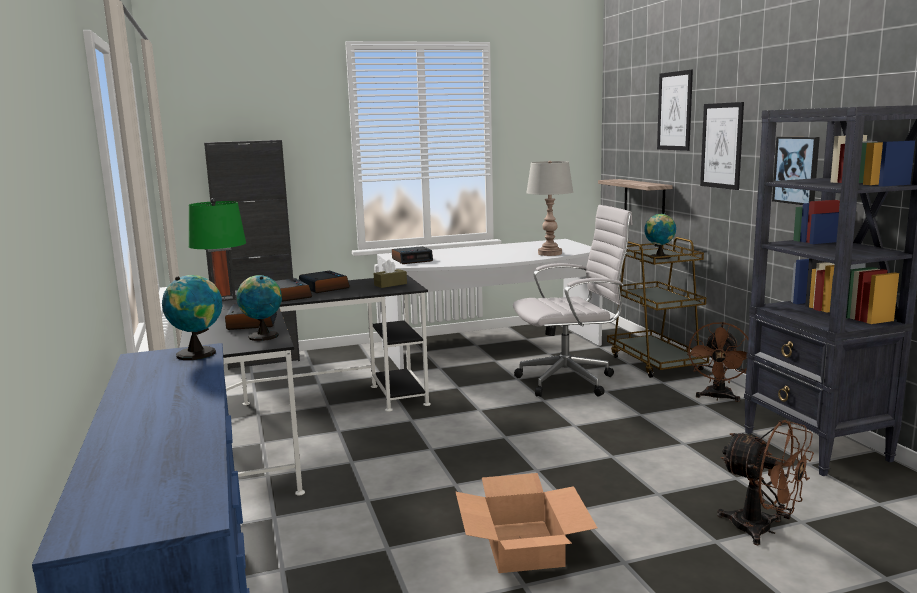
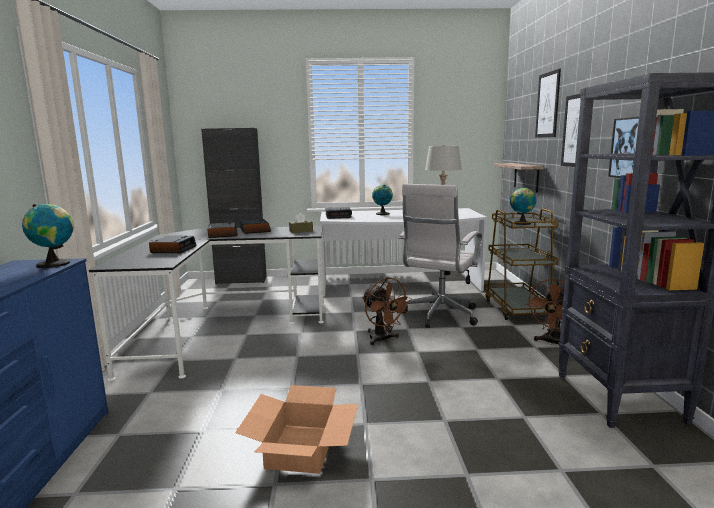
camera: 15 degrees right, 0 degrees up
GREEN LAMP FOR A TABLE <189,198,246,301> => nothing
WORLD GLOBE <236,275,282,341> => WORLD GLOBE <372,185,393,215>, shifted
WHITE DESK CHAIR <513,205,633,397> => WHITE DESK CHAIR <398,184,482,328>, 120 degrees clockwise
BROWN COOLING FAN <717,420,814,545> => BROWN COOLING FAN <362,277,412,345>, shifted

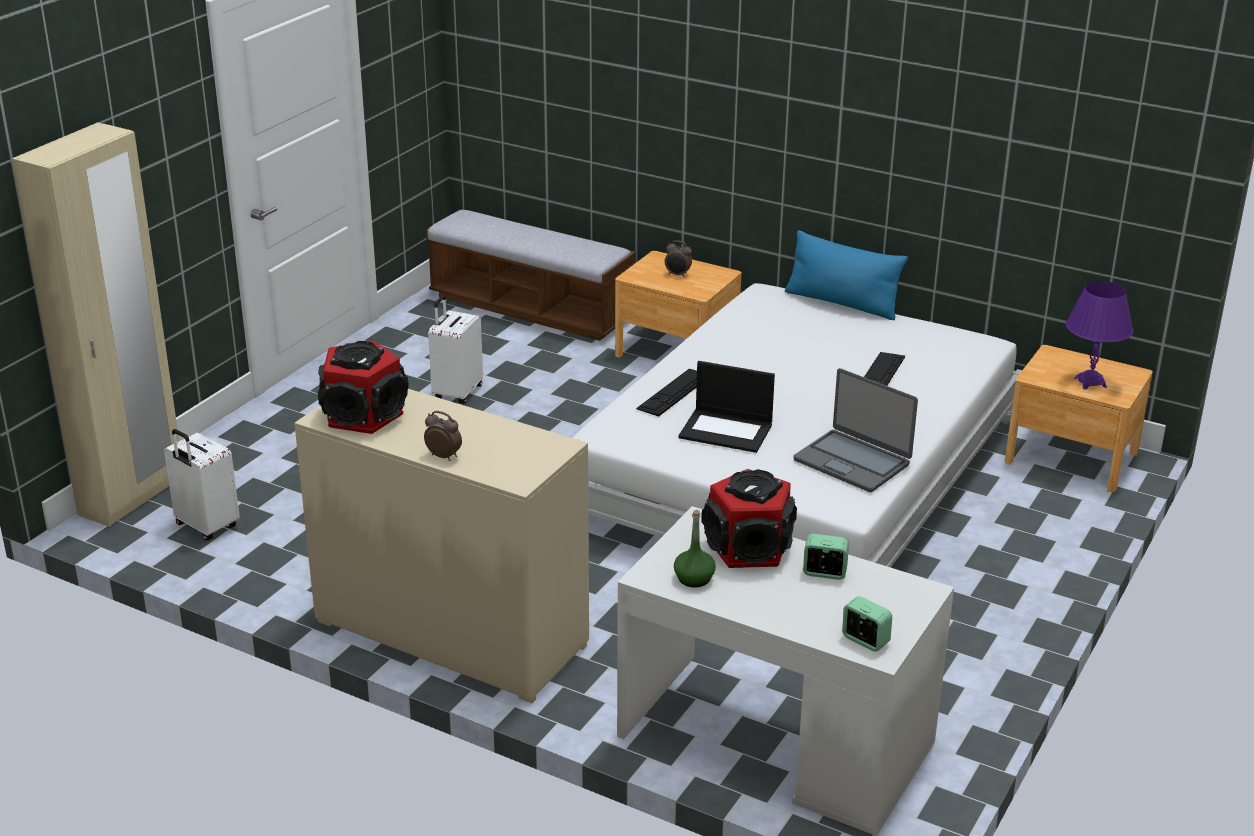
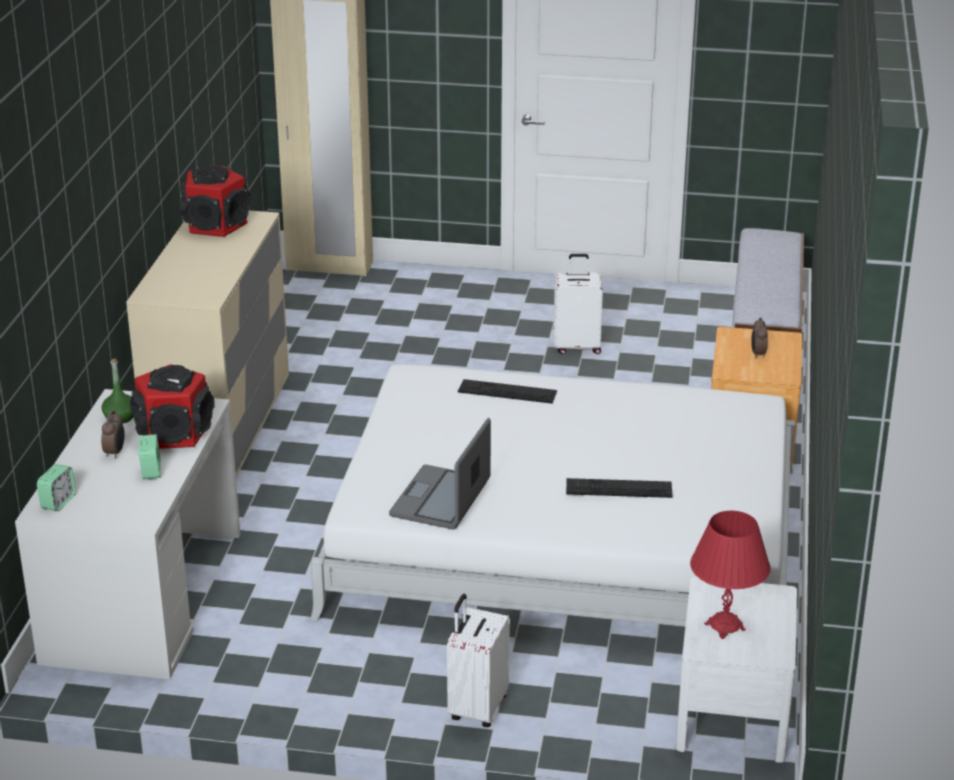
camera: 70 degrees right, 0 degrees up
WHITE PIECE OF LUGGAGE <164,429,240,540> => WHITE PIECE OF LUGGAGE <447,594,510,727>, shifted
TABLE CLOCK <424,411,462,461> => TABLE CLOCK <101,411,125,459>, shifted
NOTEBOOK COMPUTER <678,361,775,453> => nothing
BLUE-COLOURED THROW PILLOW <785,230,908,320> => nothing
BROWN BEDSIDE TABLE <1005,345,1153,492> => WHITE BEDSIDE TABLE <676,577,797,763>
PURPLE-COLOURED LAMP FOR A TABLE <1066,281,1133,390> => RED-COLOURED LAMP FOR A TABLE <690,511,770,639>

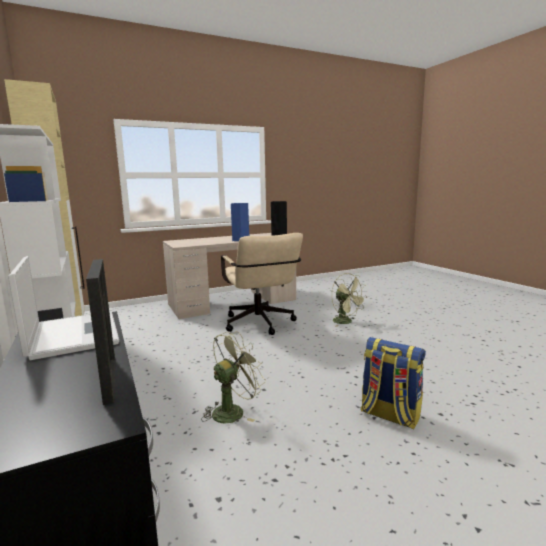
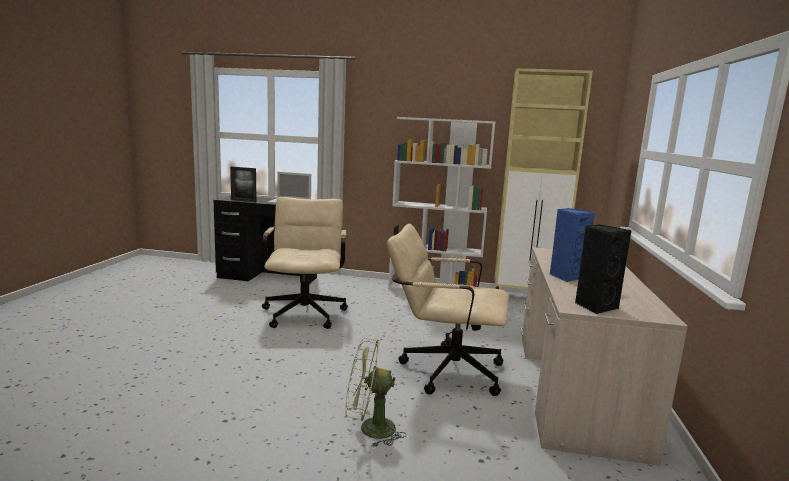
camera: 125 degrees right, 0 degrees up
GREEN COOLING FAN <201,331,266,423> => SAND-COLOURED DESK CHAIR <262,197,348,329>
KNAPSACK <361,337,426,429> => nothing

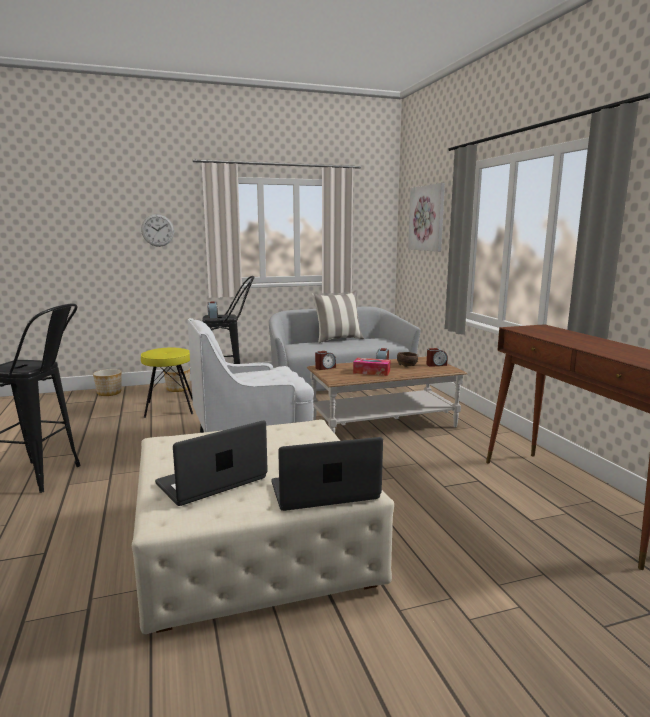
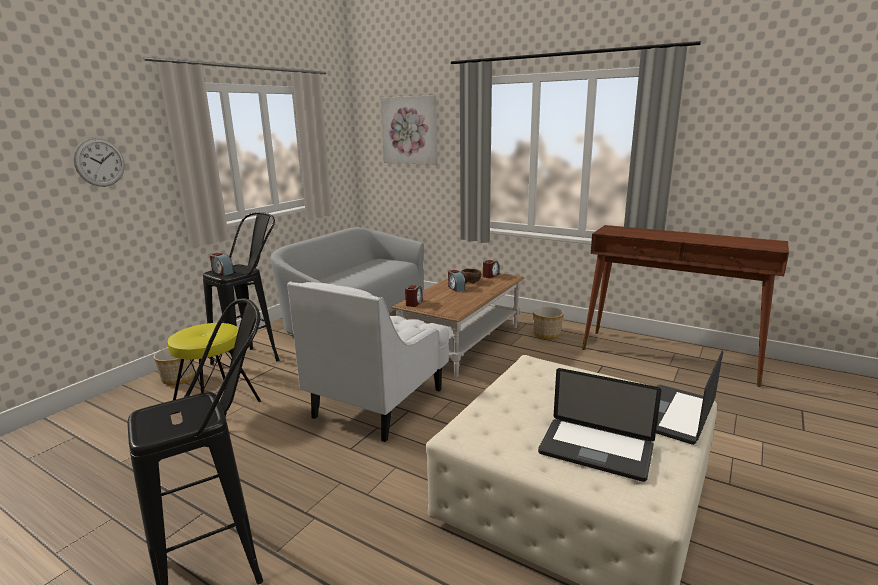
camera: 40 degrees left, 5 degrees up
PLANTER <93,369,122,396> => PLANTER <533,306,564,339>, shifted
NOTEBOOK COMPUTER <155,420,268,506> => NOTEBOOK COMPUTER <538,368,661,482>, 75 degrees counterclockwise
THROW PILLOW <312,291,364,343> => nothing
BOX OF TISSUES <353,358,390,376> => nothing

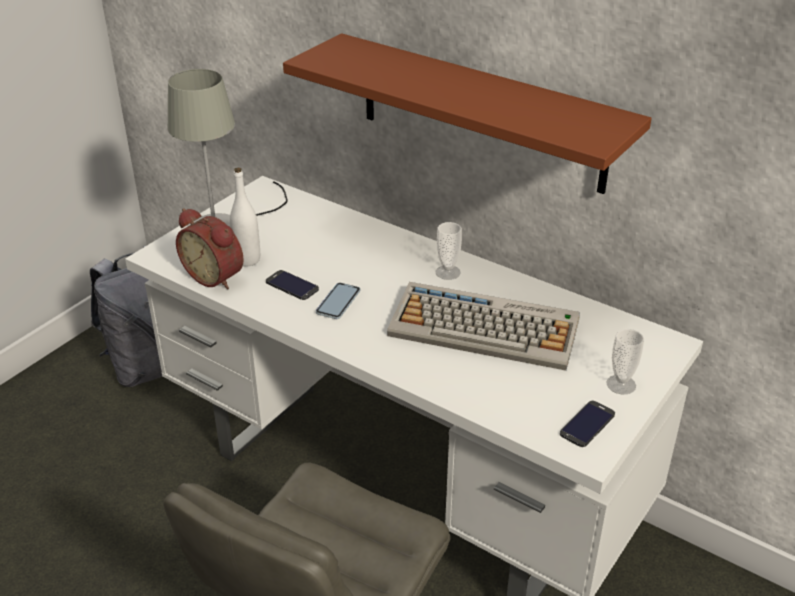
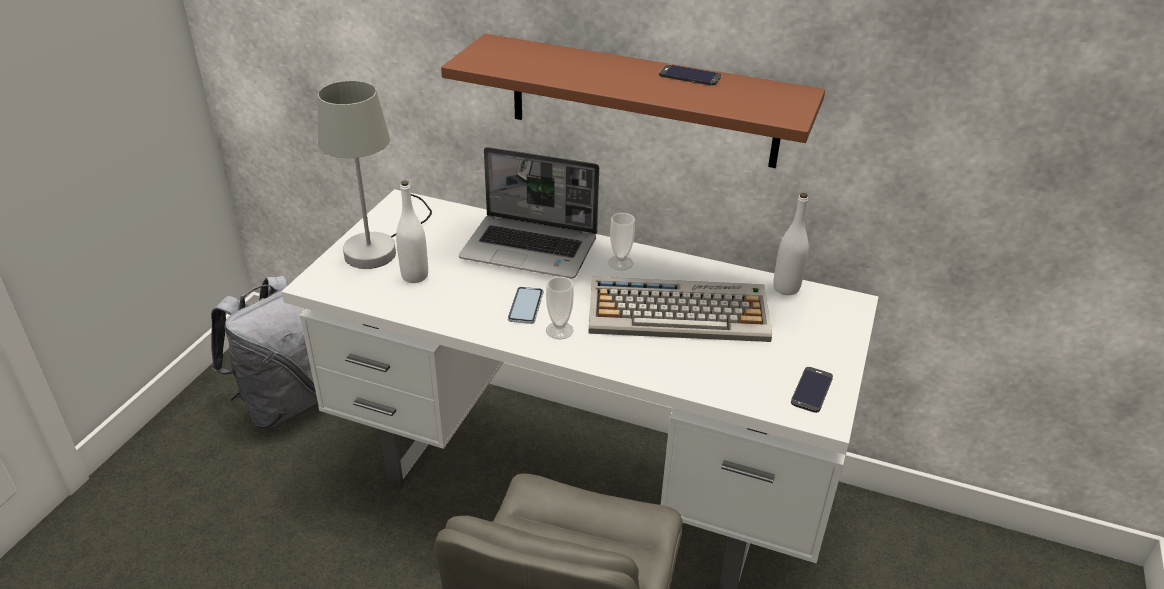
camera: 15 degrees left, 0 degrees up
TABLE CLOCK <176,208,243,290> => nothing
TELEPHONE <266,270,319,300> => TELEPHONE <659,65,721,86>, shifted
SMALL CUP <606,329,644,394> => SMALL CUP <546,276,574,339>, shifted
nothing => NOTEBOOK COMPUTER <459,147,599,279>
nothing => WHITE DRINK BOTTLE <773,193,809,295>

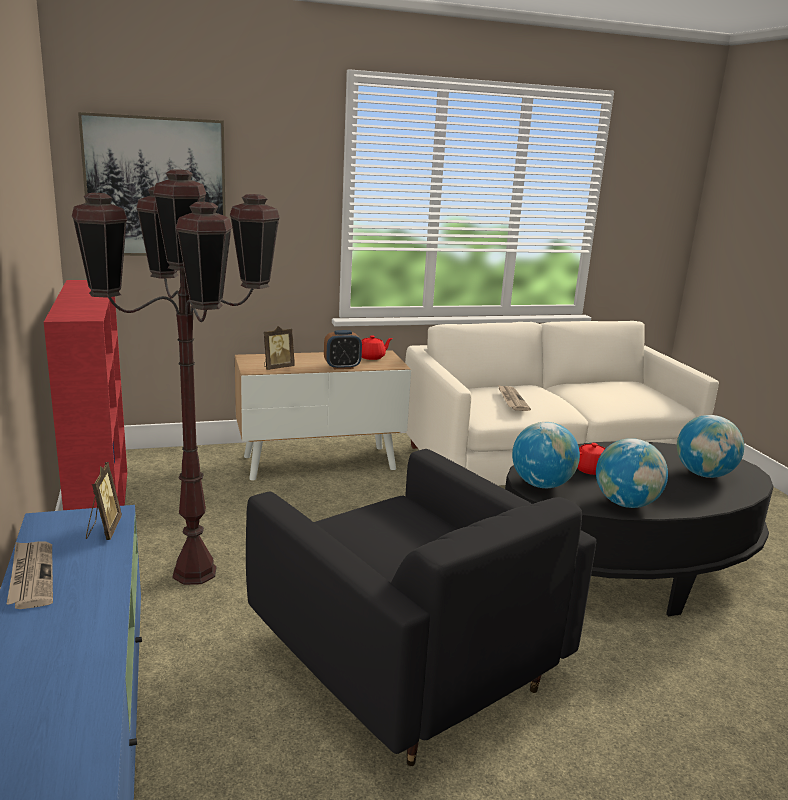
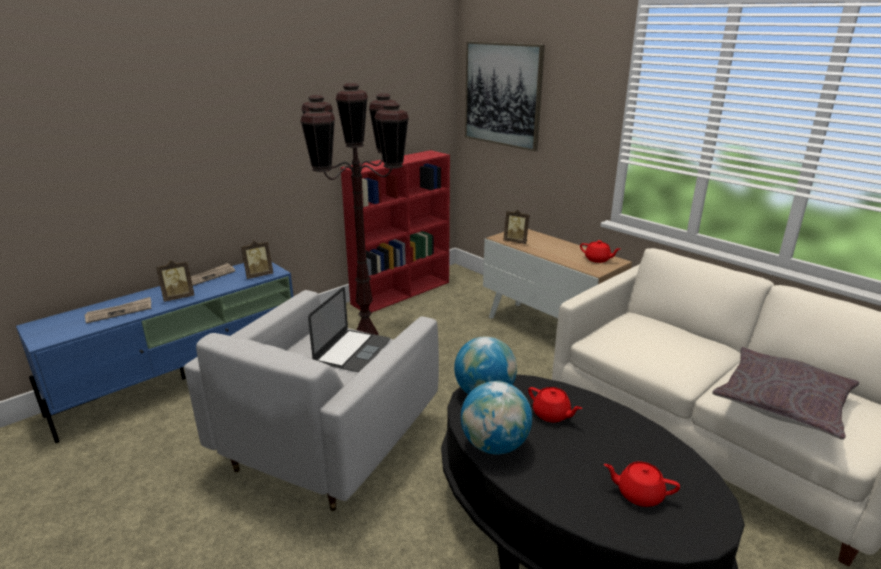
camera: 65 degrees right, 5 degrees up
BLACKISH EASY CHAIR <246,449,596,766> => WHITE EASY CHAIR <184,290,439,511>
TABLE CLOCK <324,330,362,369> => nothing
NEWSPAPER <498,385,531,411> => NEWSPAPER <84,297,152,323>, shifted
WORLD GLOBE <677,415,744,478> => RED-COLOURED TEAPOT <604,461,680,507>
nothing => STANDING FRAME <156,261,194,302>
nothing => NOTEBOOK COMPUTER <308,287,391,372>
nothing => GREY THROW PILLOW <712,347,859,440>

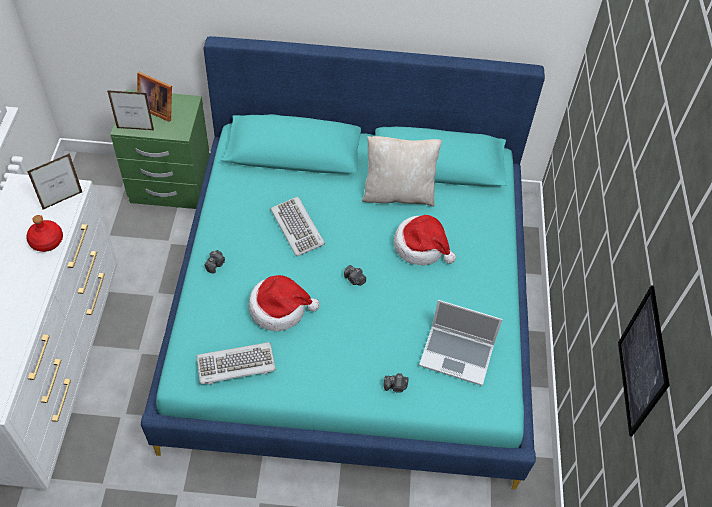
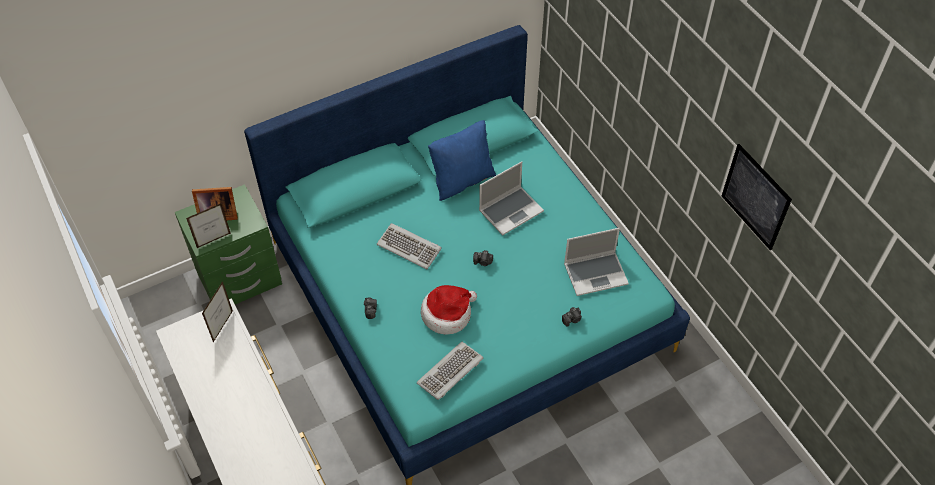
camera: 30 degrees left, 0 degrees up
RED-COLOURED DRINK BOTTLE <26,215,63,252> => nothing
SAND-COLOURED THROW PILLOW <362,136,442,207> => BLUE-COLOURED THROW PILLOW <428,120,496,201>
WEARABLE HAT <394,215,456,265> => NOTEBOOK COMPUTER <479,161,544,236>

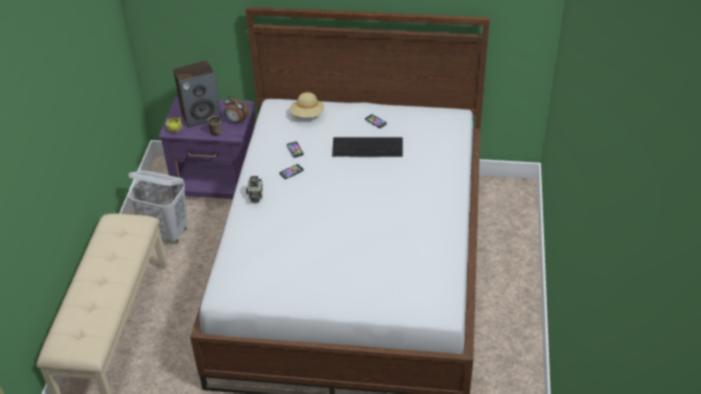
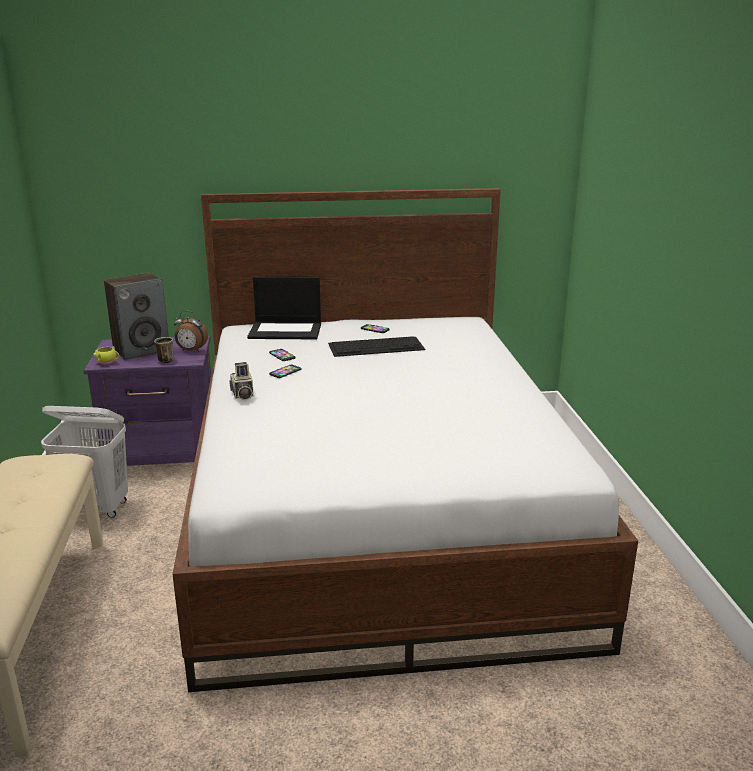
camera: 15 degrees left, 20 degrees down
SAND-COLOURED WEARABLE HAT <290,92,324,118> => NOTEBOOK COMPUTER <247,277,321,339>

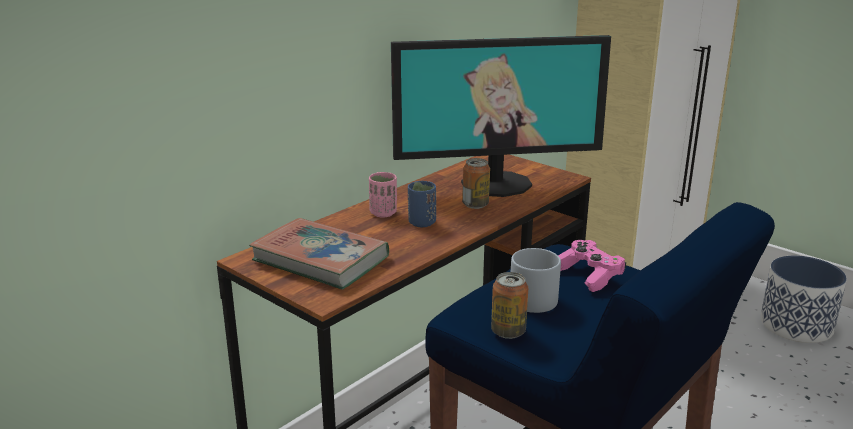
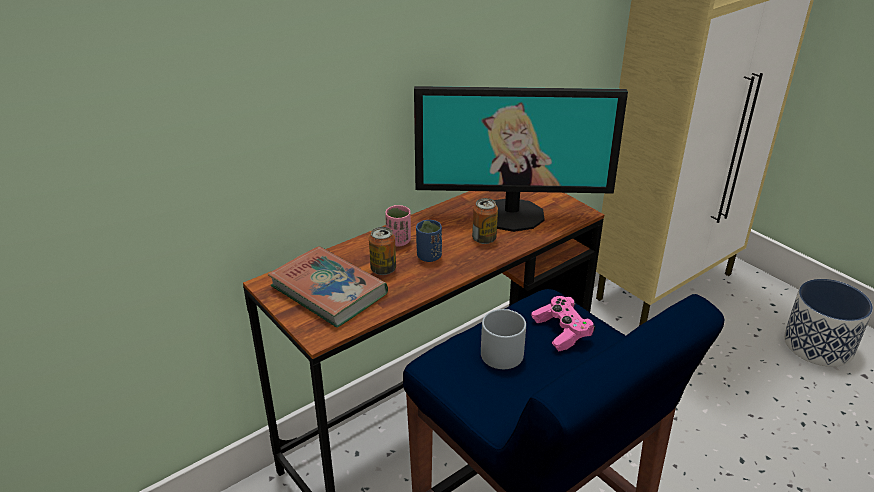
camera: 10 degrees right, 10 degrees up
SEALED CAN <491,272,528,339> => SEALED CAN <369,227,396,275>, shifted

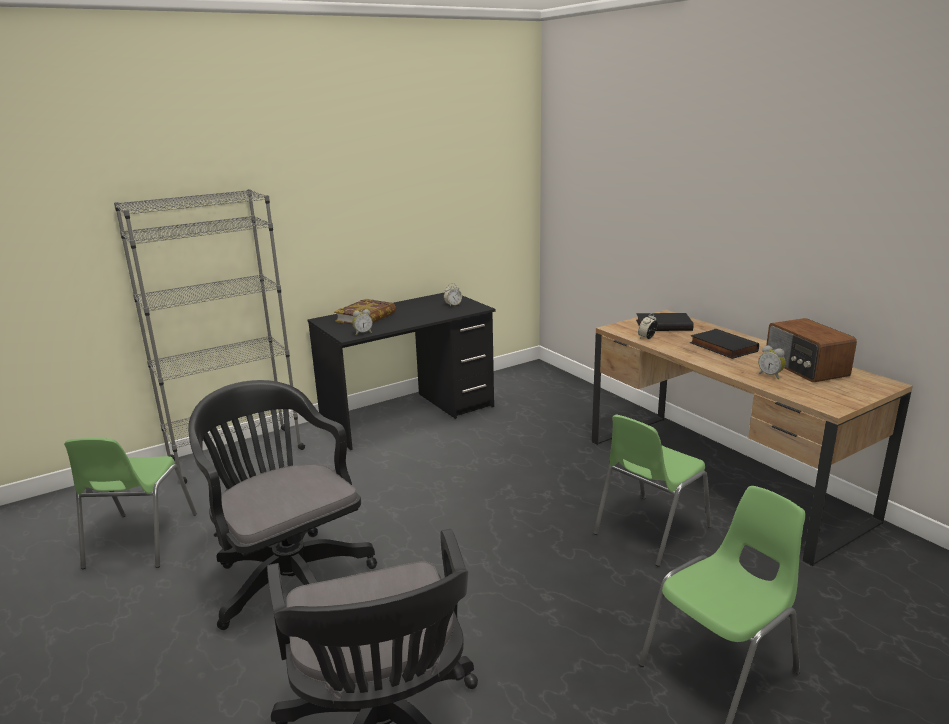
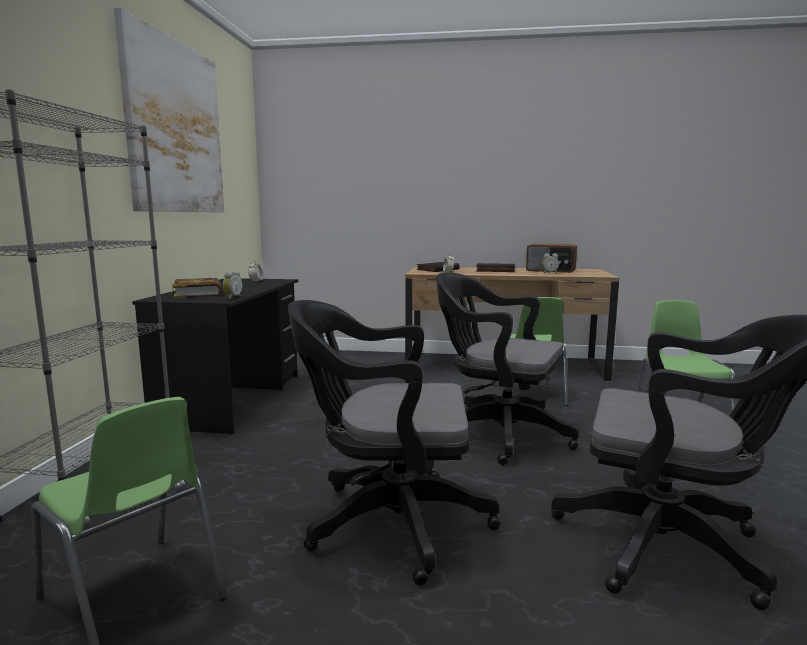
camera: 50 degrees left, 10 degrees down
nothing => WALL PICTURE <114,7,224,212>
nothing => BLACKISH DESK CHAIR <436,272,579,465>

